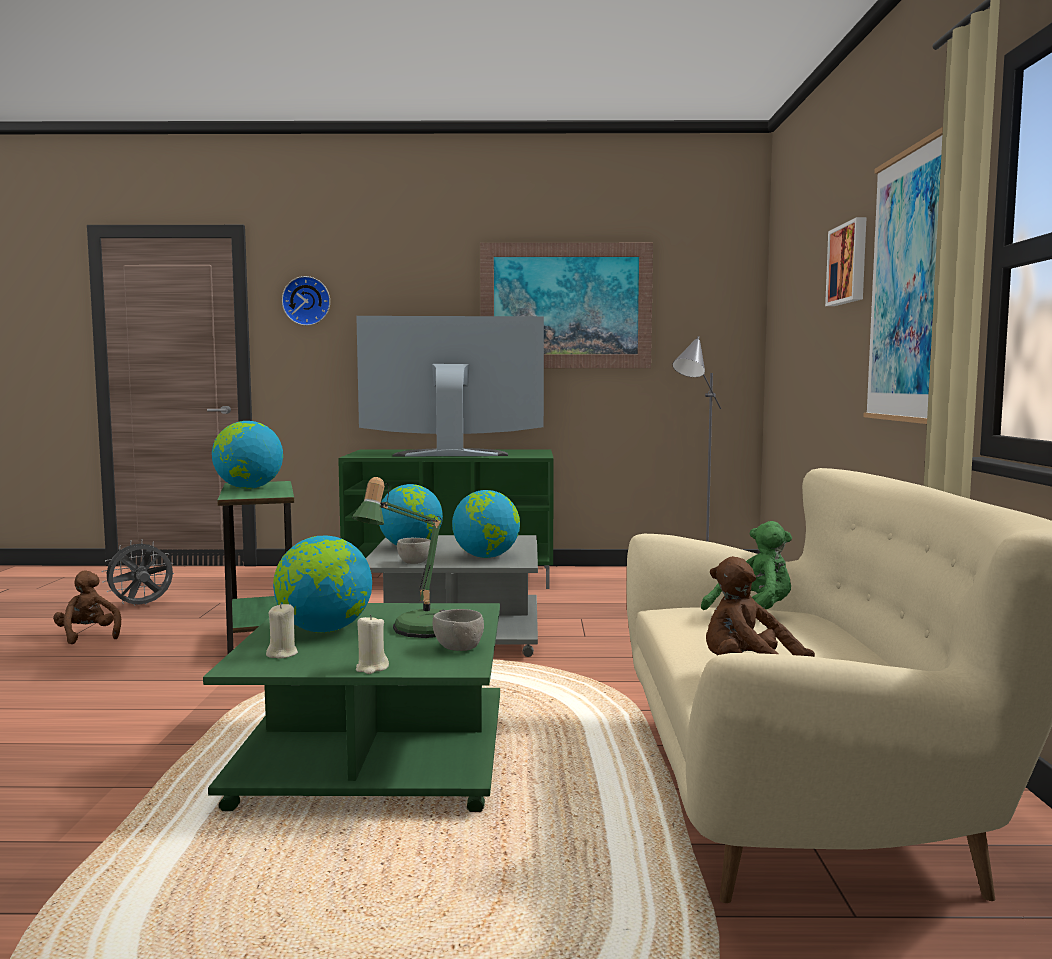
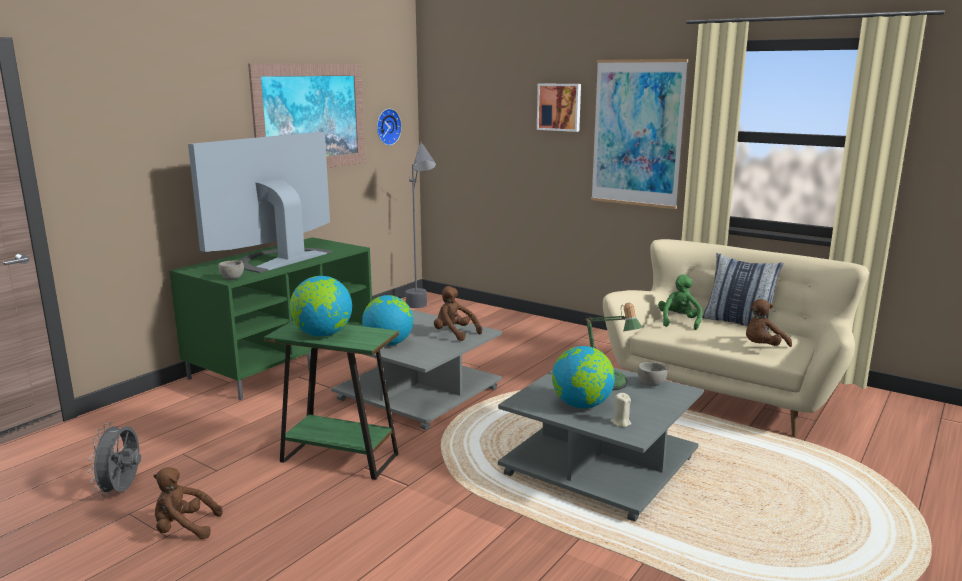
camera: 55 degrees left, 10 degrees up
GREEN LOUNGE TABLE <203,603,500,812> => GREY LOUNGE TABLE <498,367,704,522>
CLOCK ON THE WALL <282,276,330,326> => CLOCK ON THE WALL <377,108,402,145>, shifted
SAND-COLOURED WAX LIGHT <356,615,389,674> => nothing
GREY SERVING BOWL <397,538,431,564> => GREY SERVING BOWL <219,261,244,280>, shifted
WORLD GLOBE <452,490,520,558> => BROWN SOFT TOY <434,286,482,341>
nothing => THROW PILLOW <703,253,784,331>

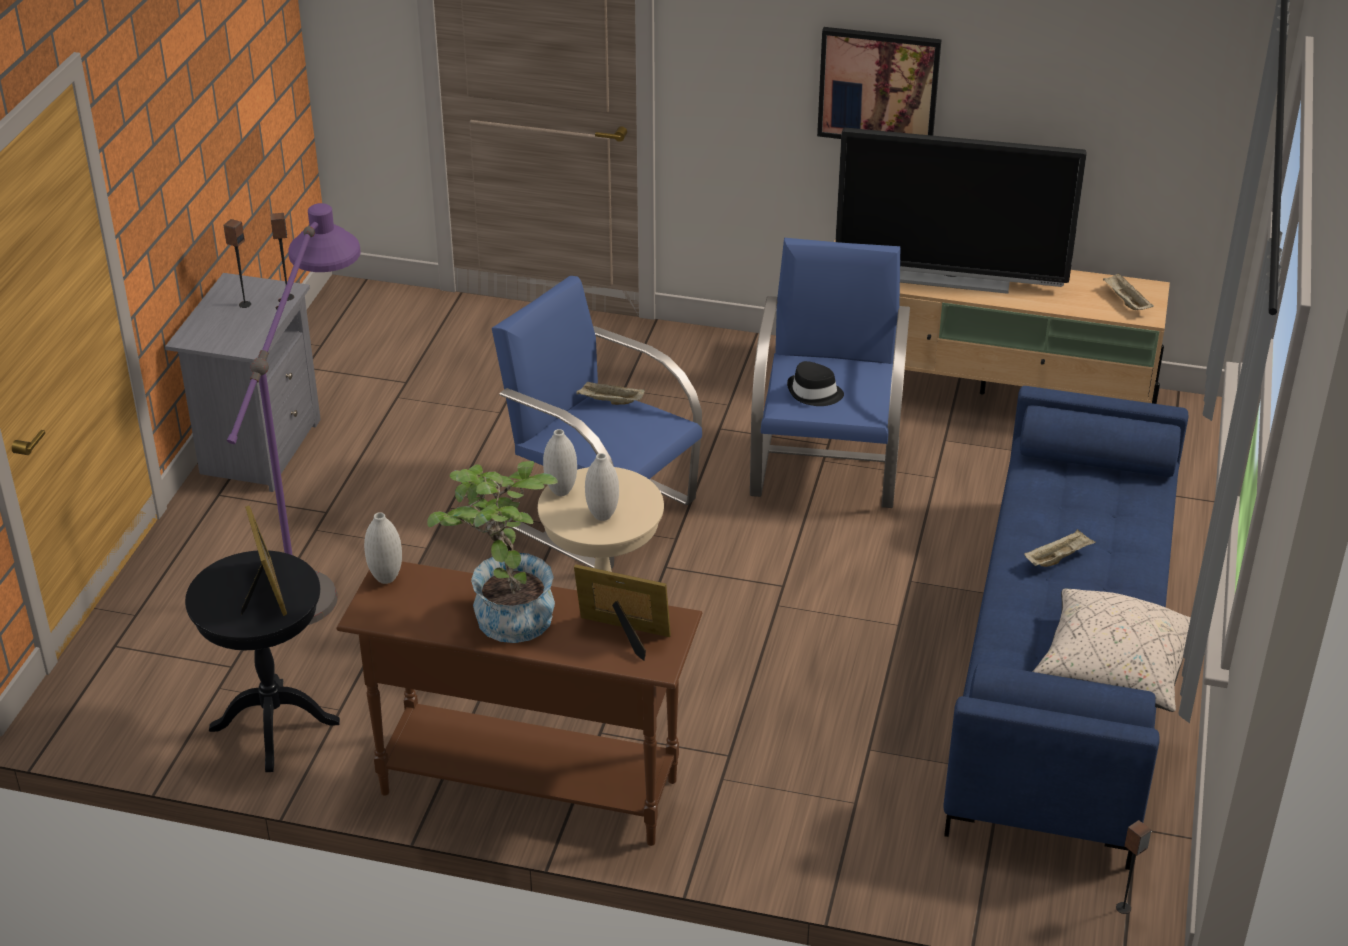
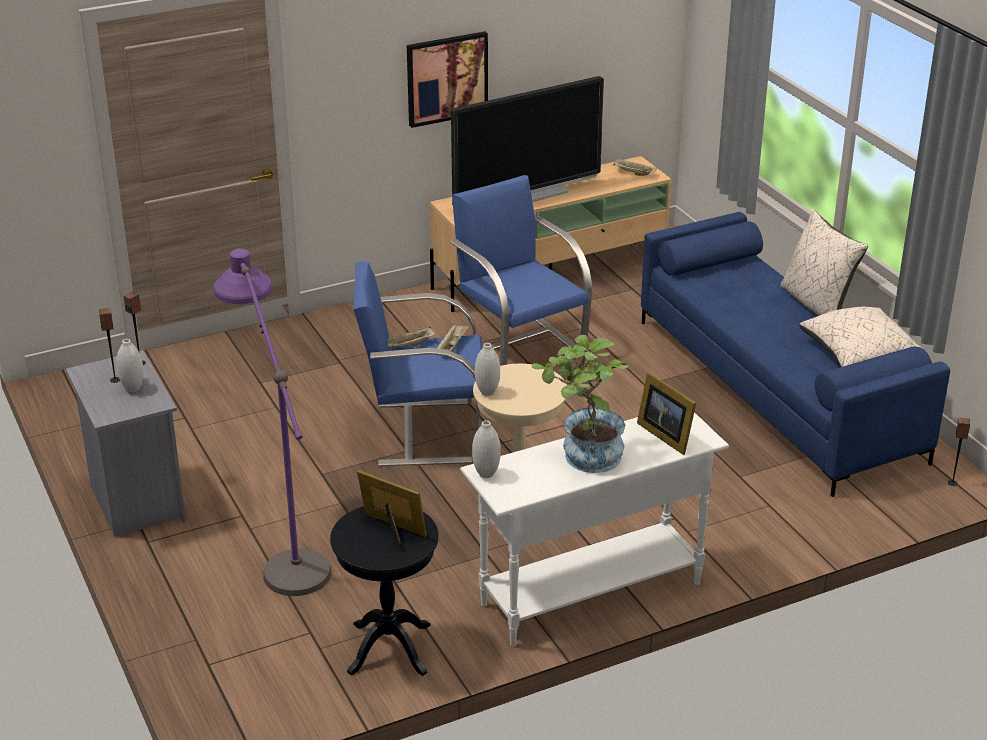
camera: 40 degrees left, 5 degrees down
BROWN HALL TABLE <336,562,702,846> => WHITE HALL TABLE <460,412,729,646>
STANDING FRAME <574,564,671,661> => STANDING FRAME <637,372,696,455>, 105 degrees counterclockwise
WHITE VASE <585,453,619,521> => WHITE VASE <116,339,144,392>, shifted
BLACKISH WEARABLE HAT <787,361,844,406> => nothing
SAND-COLOURED SERVING TRAY <1024,529,1096,567> => SAND-COLOURED SERVING TRAY <437,324,469,351>, shifted
nothing => SAND-COLOURED THROW PILLOW <781,208,868,316>

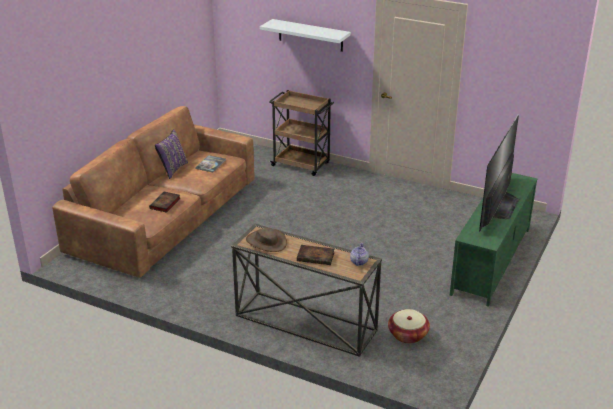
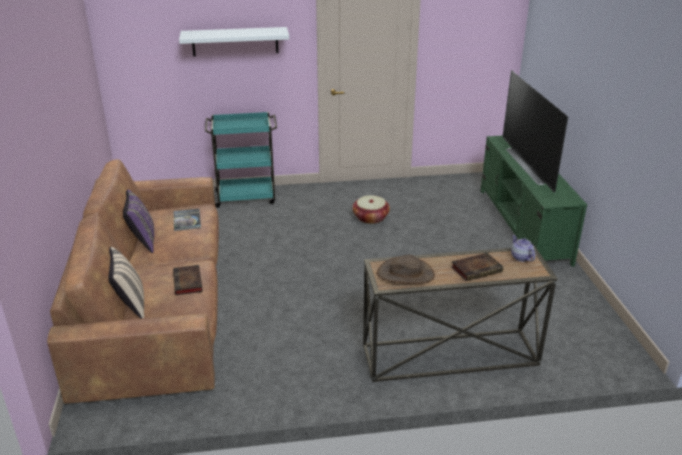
camera: 35 degrees left, 0 degrees up
BROWN WHEELED CART <269,90,334,176> => TURQUOISE WHEELED CART <205,112,277,208>
BASKET <388,309,430,344> => BASKET <352,195,390,224>, shifted
nothing => SAND-COLOURED THROW PILLOW <109,247,144,319>

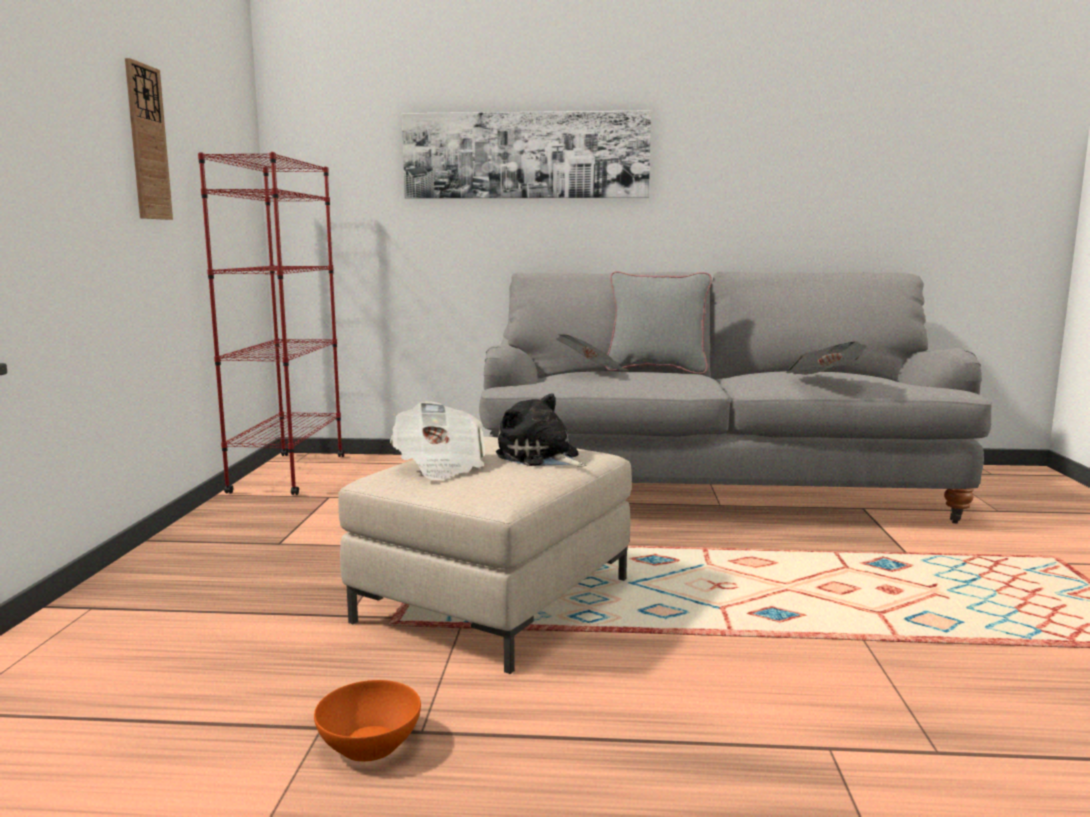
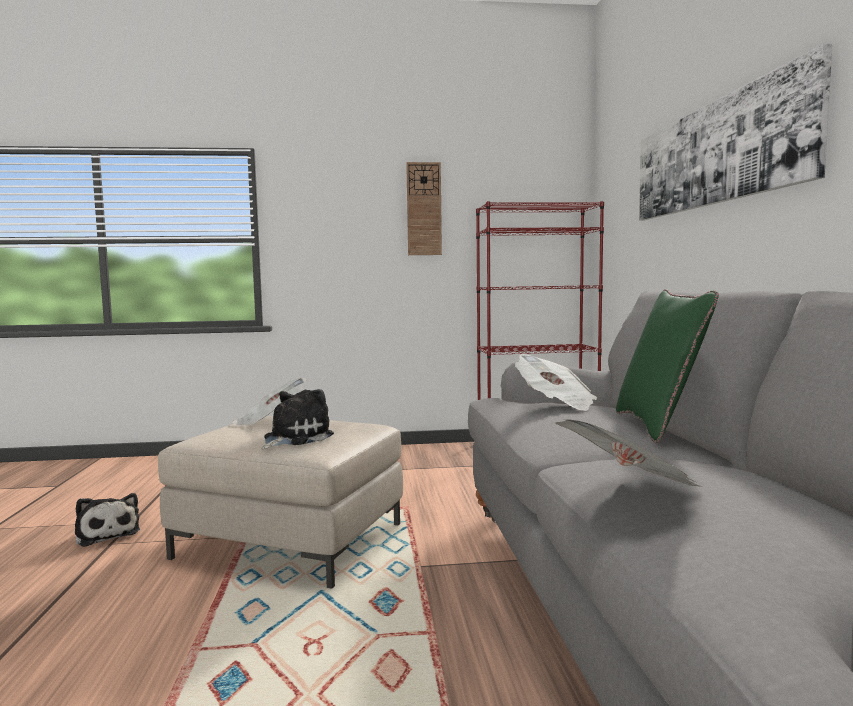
camera: 80 degrees right, 5 degrees down
ORANGEY SERVING BOWL <314,680,421,762> => SOFT TOY <75,493,140,547>
GREY THROW PILLOW <605,271,712,374> => GREEN THROW PILLOW <616,289,719,443>

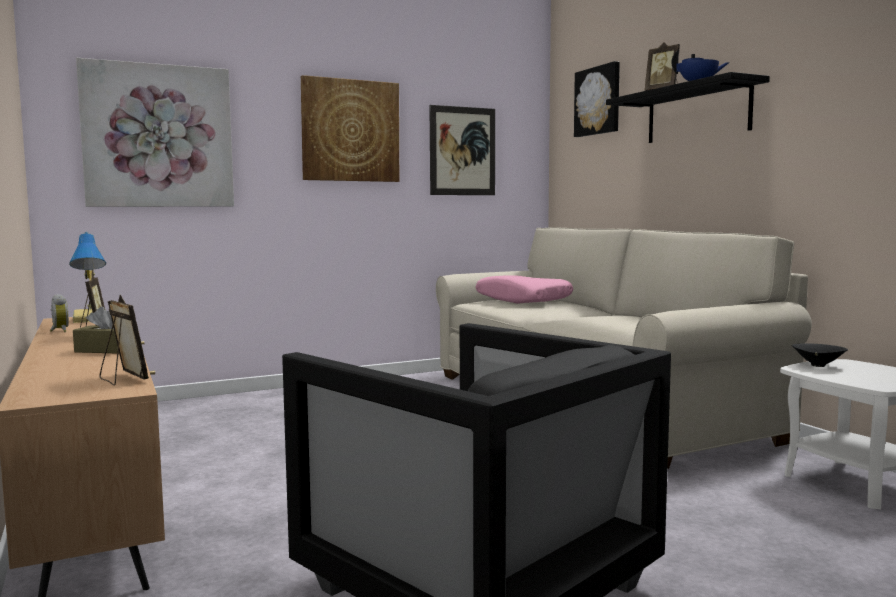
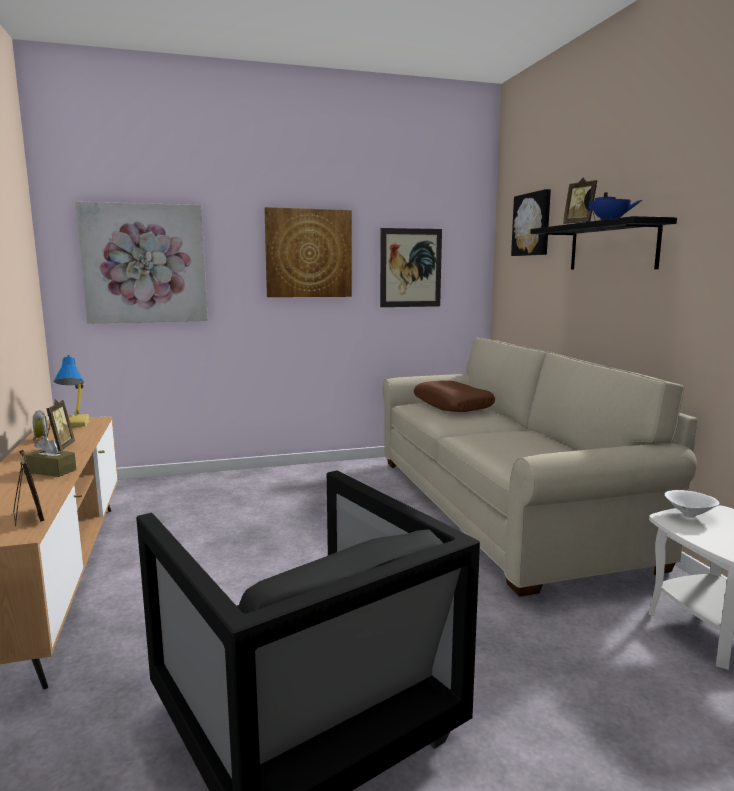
camera: 10 degrees right, 5 degrees up
PINKISH THROW PILLOW <476,276,573,304> => BROWN THROW PILLOW <414,380,495,412>
BLACKISH SERVING BOWL <792,343,848,367> => WHITE SERVING BOWL <665,490,720,518>

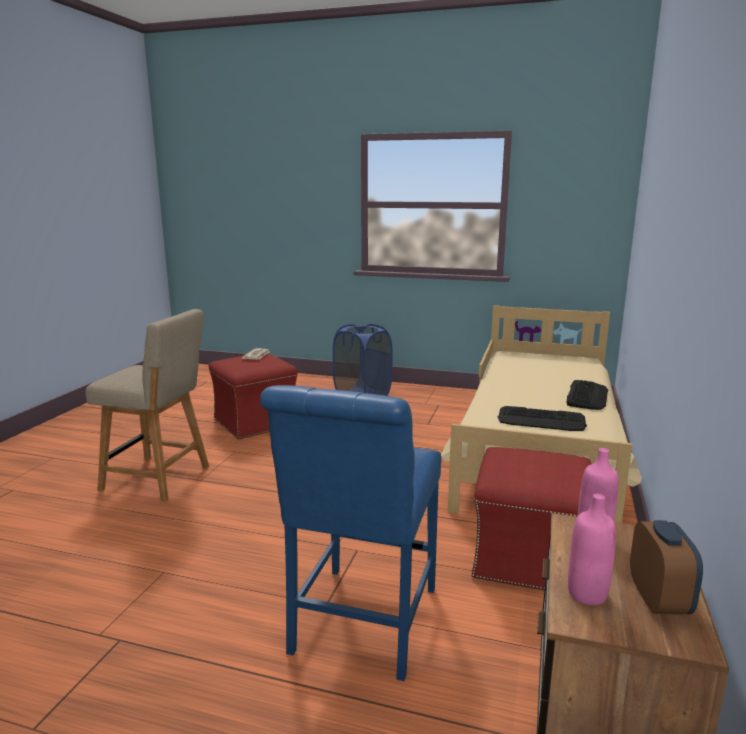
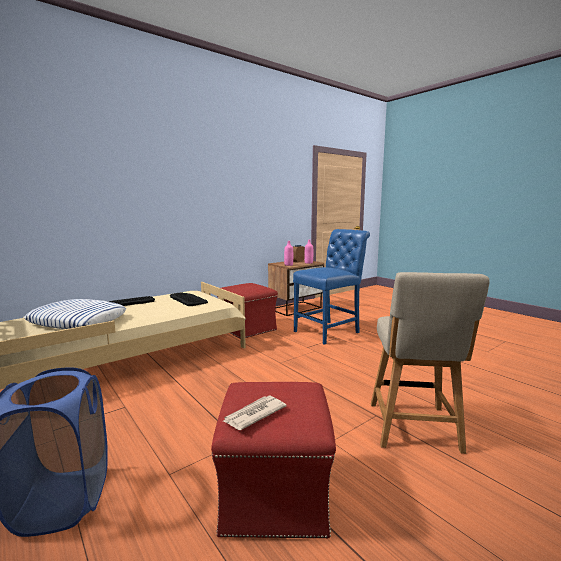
camera: 145 degrees left, 5 degrees down
SAND-COLOURED PLAIN CHAIR <85,309,209,502> => SAND-COLOURED PLAIN CHAIR <371,272,490,454>, 135 degrees counterclockwise
nothing => THROW PILLOW <24,299,126,329>

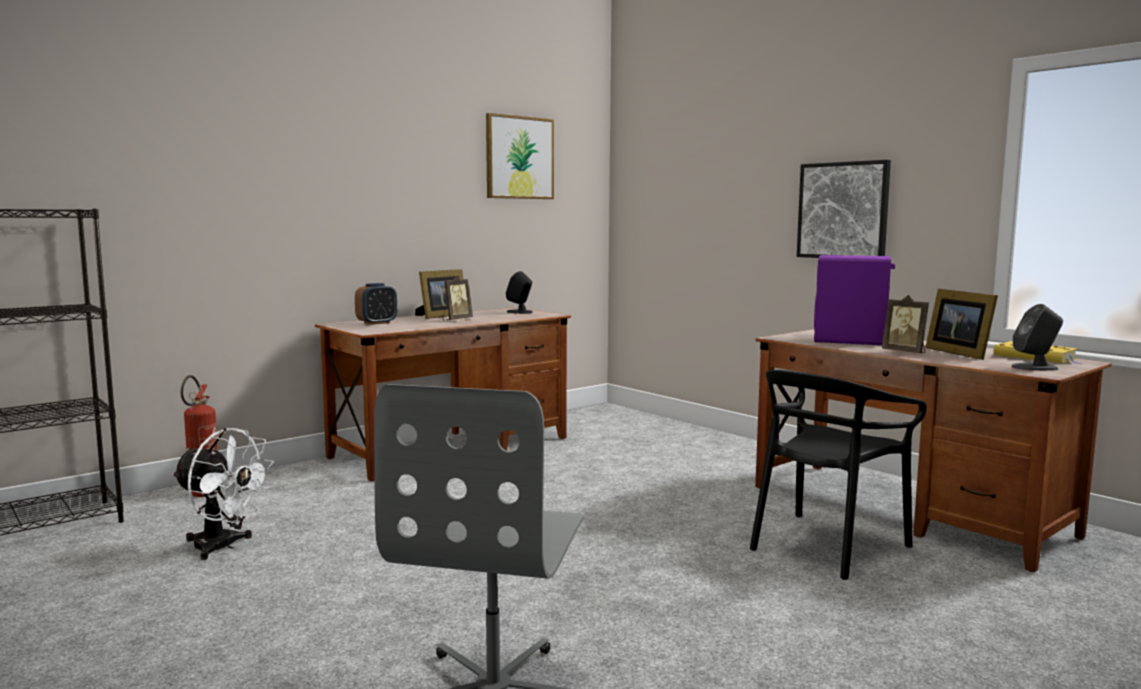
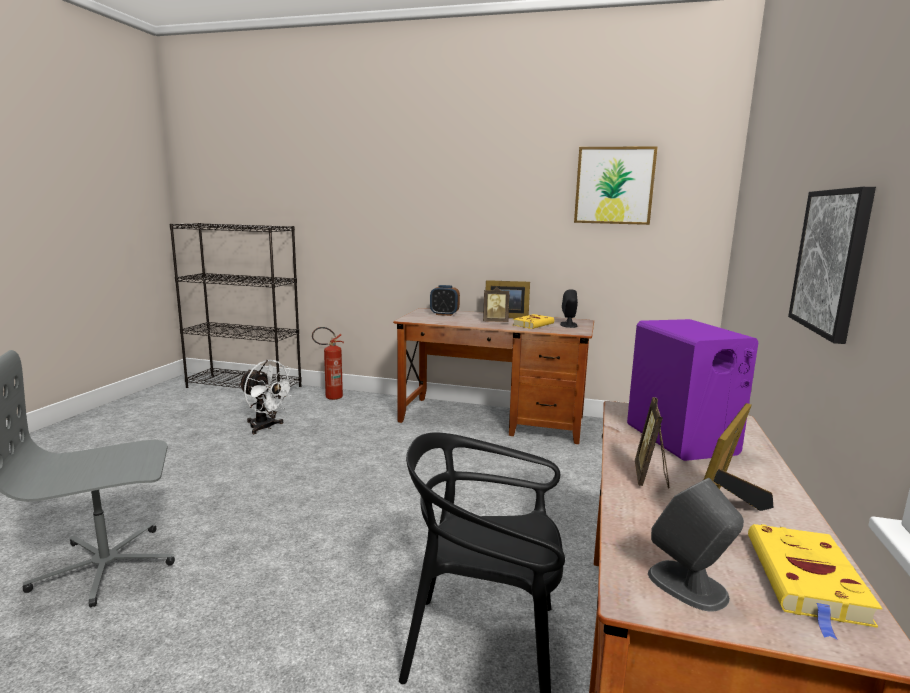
camera: 55 degrees right, 5 degrees up
WHITE COOLING FAN <172,428,274,560> => WHITE COOLING FAN <239,360,296,434>, 45 degrees counterclockwise
nothing => YELLOW BOOK <513,314,554,329>

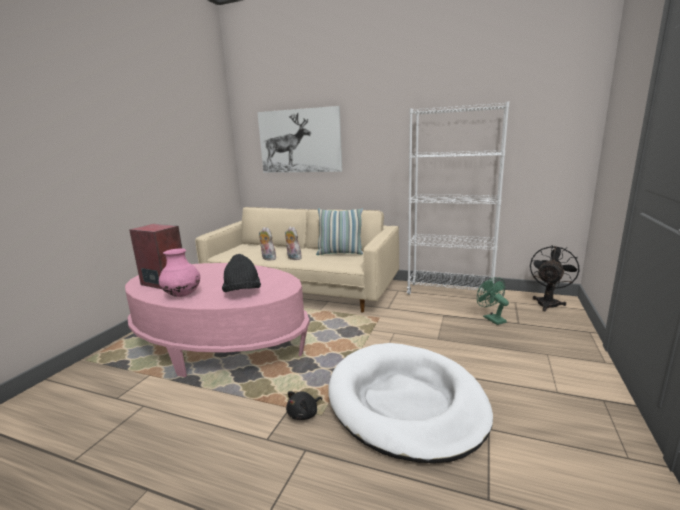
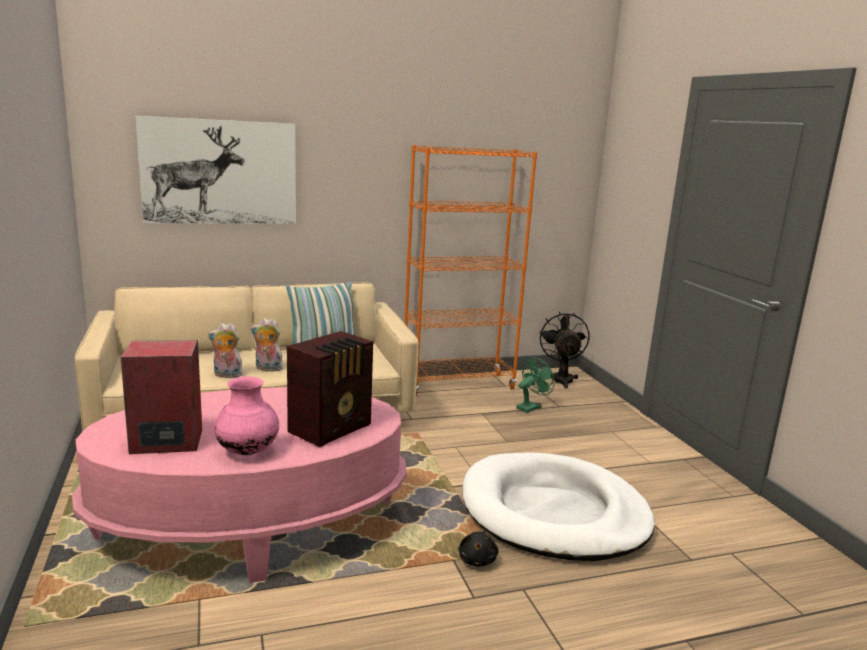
camera: 40 degrees left, 0 degrees up
BLACKISH WEARABLE HAT <222,254,261,292> => RADIO RECEIVER <287,331,373,447>
WHITE SHELVING UNIT <407,102,509,295> => ORANGEY SHELVING UNIT <405,145,537,396>
GREEN COOLING FAN <477,277,509,325> => GREEN COOLING FAN <516,357,555,413>, 105 degrees clockwise

